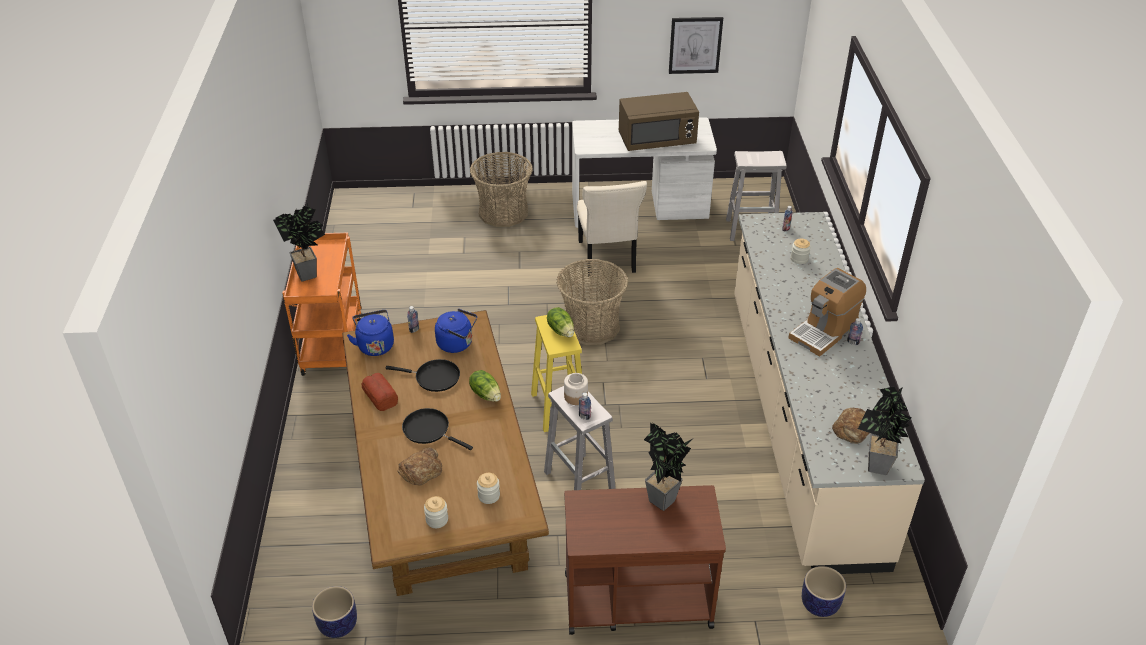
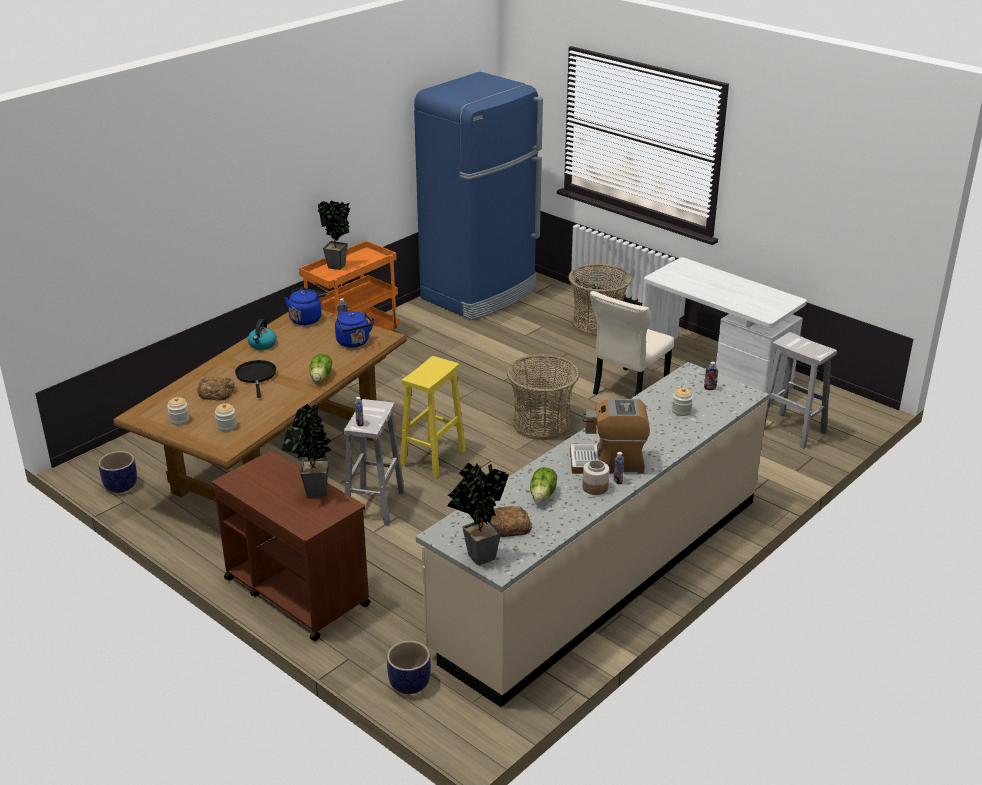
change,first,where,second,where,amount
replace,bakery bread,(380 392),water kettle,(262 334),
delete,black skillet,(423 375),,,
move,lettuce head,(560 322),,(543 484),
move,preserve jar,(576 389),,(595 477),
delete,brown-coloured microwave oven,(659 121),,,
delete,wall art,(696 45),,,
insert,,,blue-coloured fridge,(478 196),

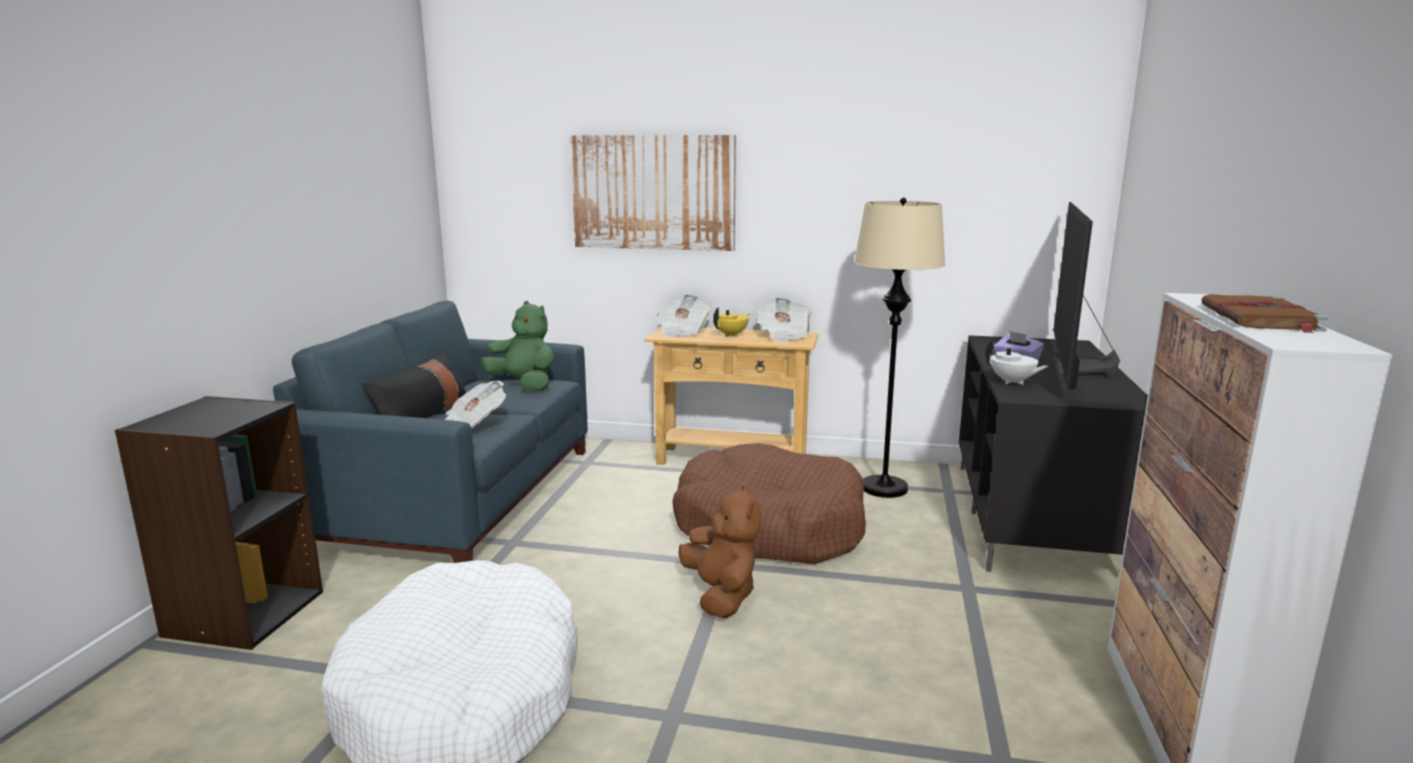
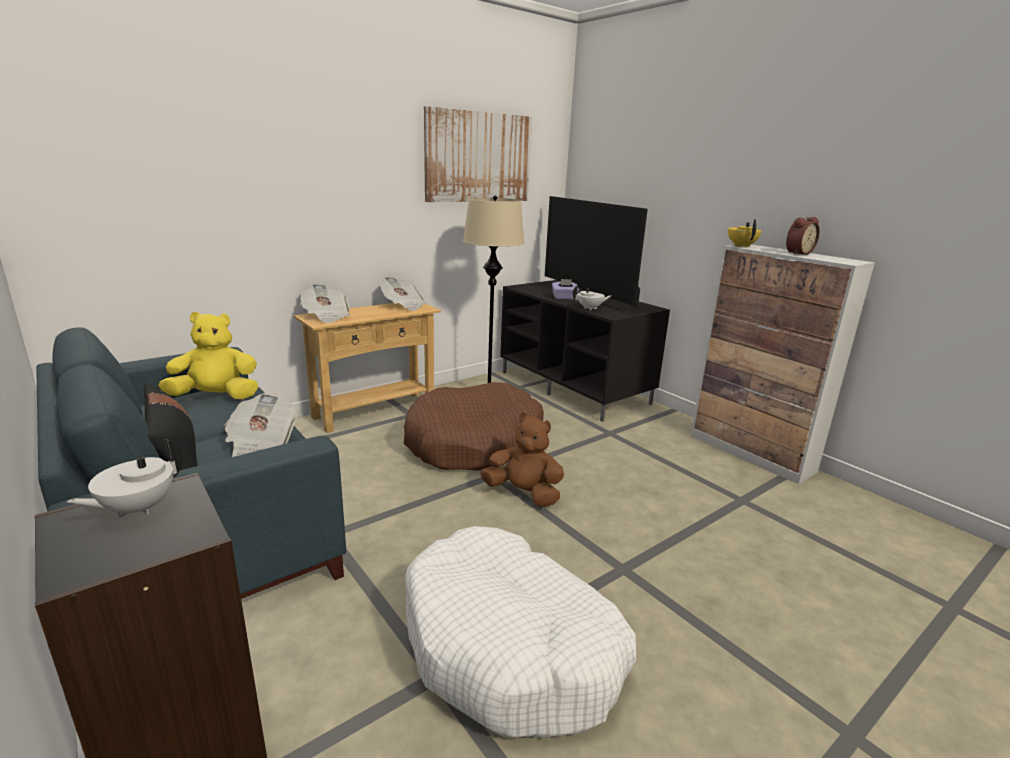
change,first,where,second,where,amount
recolor,green soft toy,(517 346),yellow soft toy,(208 355),
move,wall art,(653 193),,(478 154),
move,yellow tea pot,(731 322),,(745 233),
replace,brown-coloured volume,(1264 313),alarm clock,(803 236),
insert,,,whitish tea pot,(125 478),

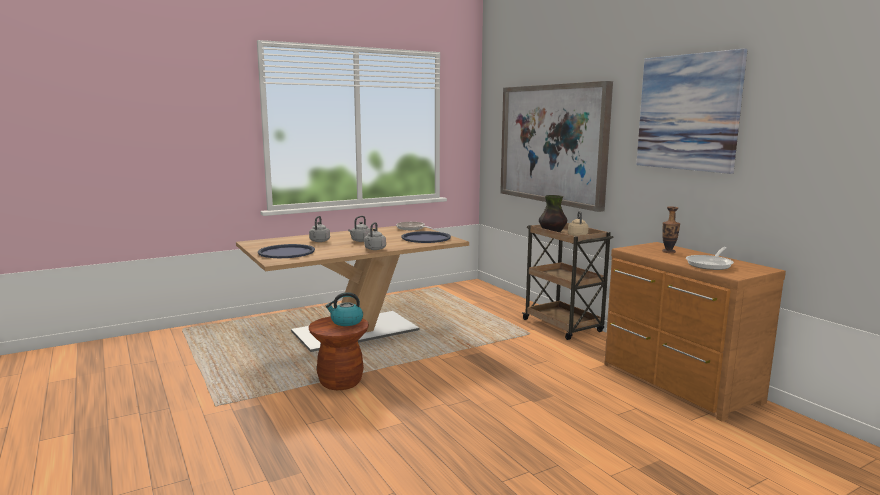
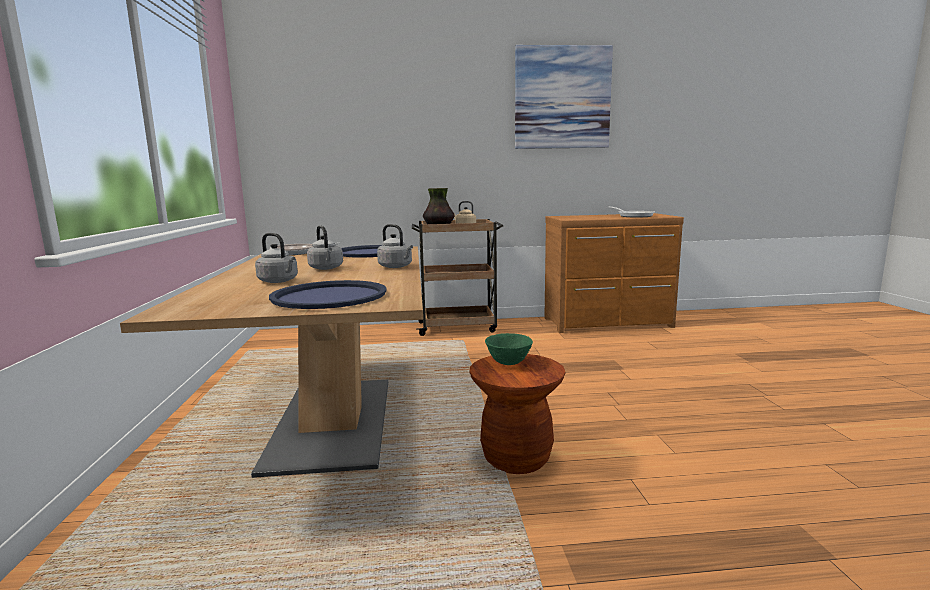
change,first,where,second,where,amount
replace,water kettle,(344 309),green deep dish,(509 349),
delete,wall art,(556 146),,,
delete,decorative vase,(671 229),,,

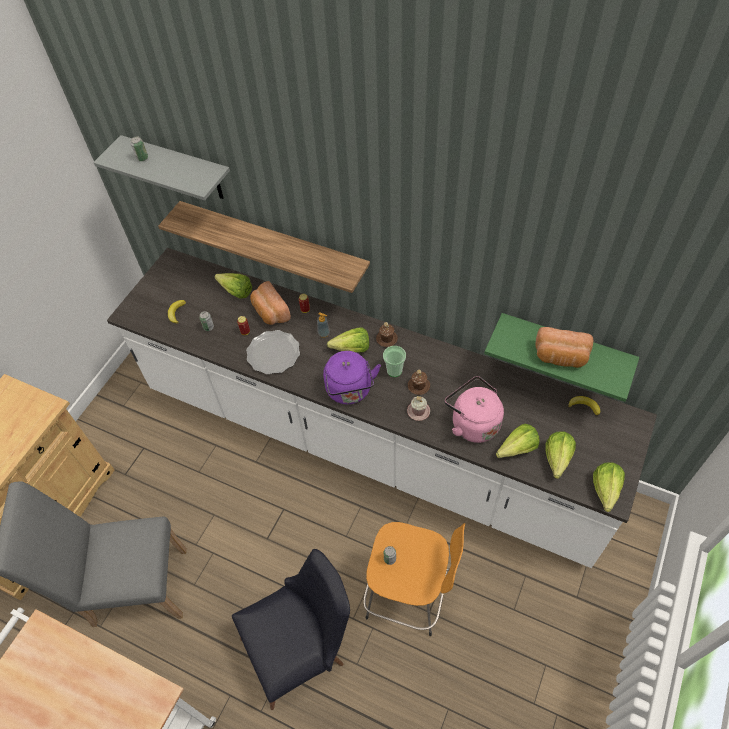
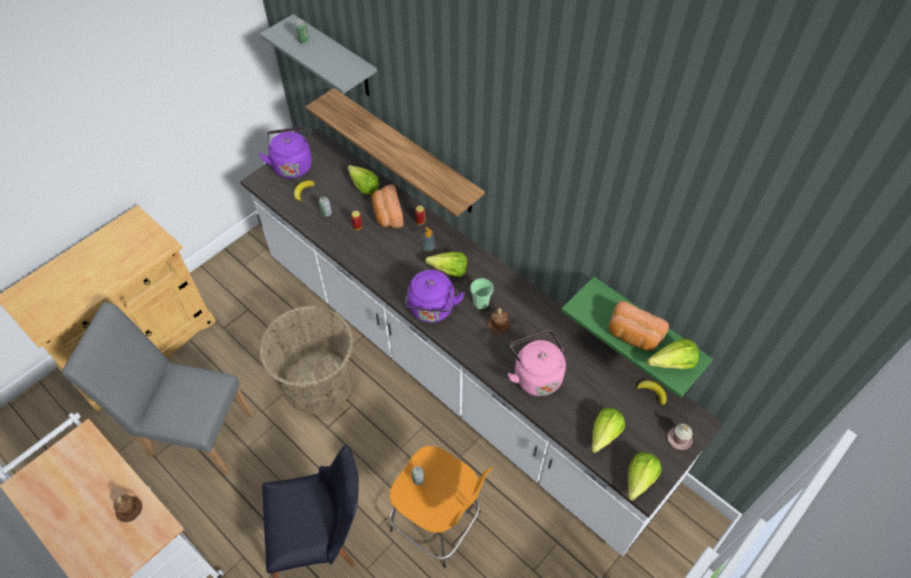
change,first,where,second,where,amount
delete,flat dish,(273 352),,,
move,brown-coloured coffee mug,(387 334),,(128 508),
move,pink coffee mug,(418 408),,(680 436),
move,lettuce head,(518 441),,(673 354),
insert,,,purple-coloured water kettle,(285 153),
insert,,,basket,(306 360),

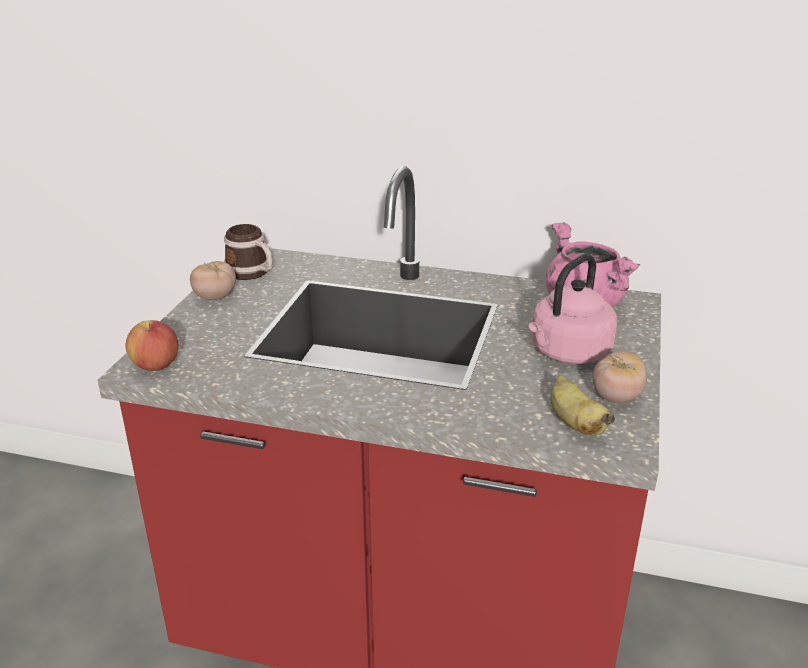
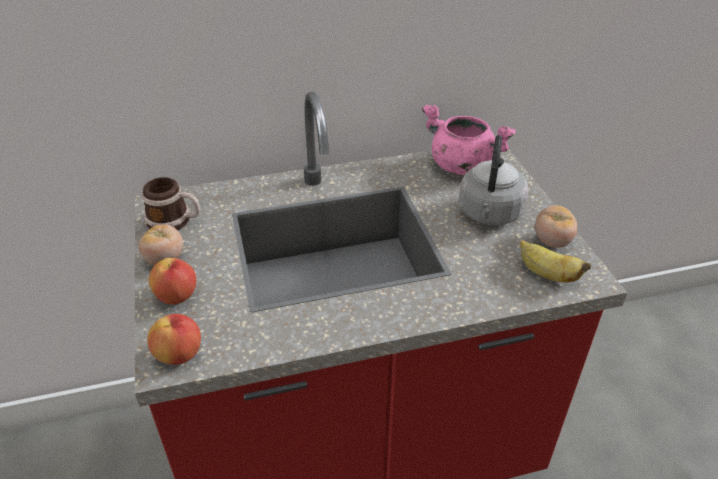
change,first,where,second,where,amount
recolor,pink water kettle,(573 309),grey water kettle,(494 180),
insert,,,whole apple,(172 281),

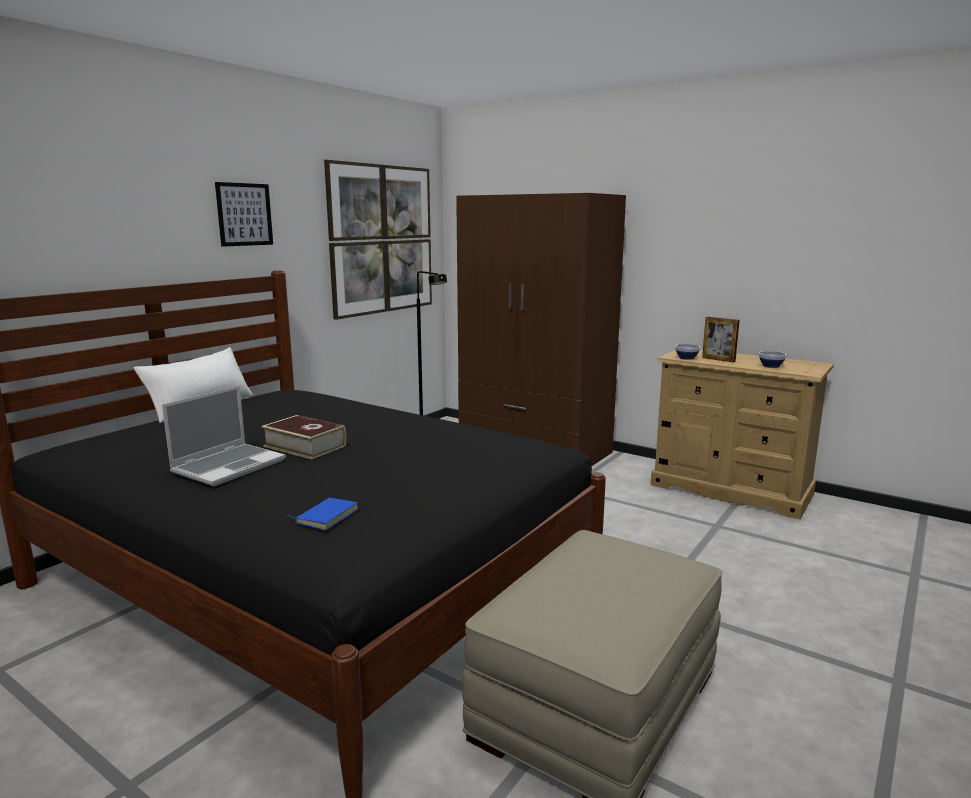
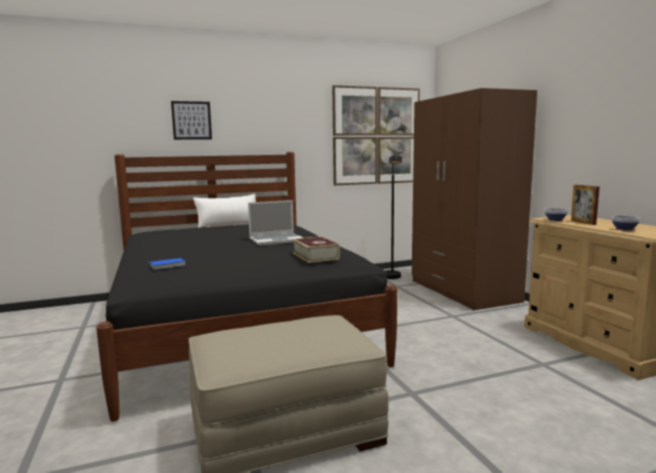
change,first,where,second,where,amount
move,laptop,(224 436),,(275 223),
move,wall art,(244 214),,(191 120),
move,volume,(304 437),,(316 249),

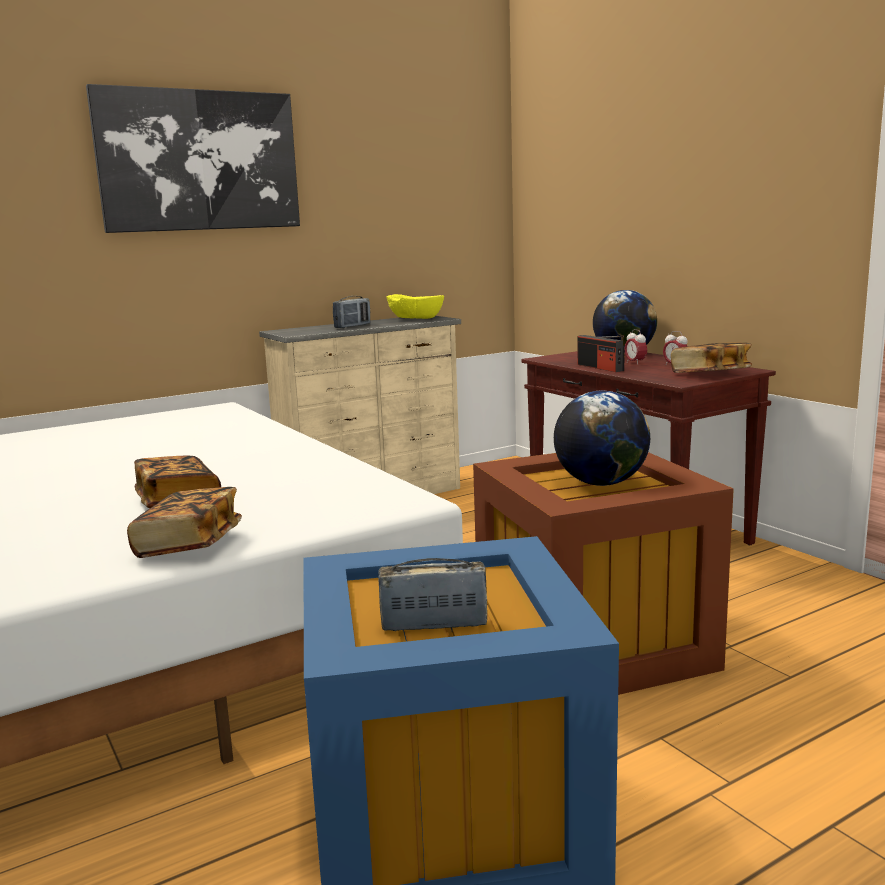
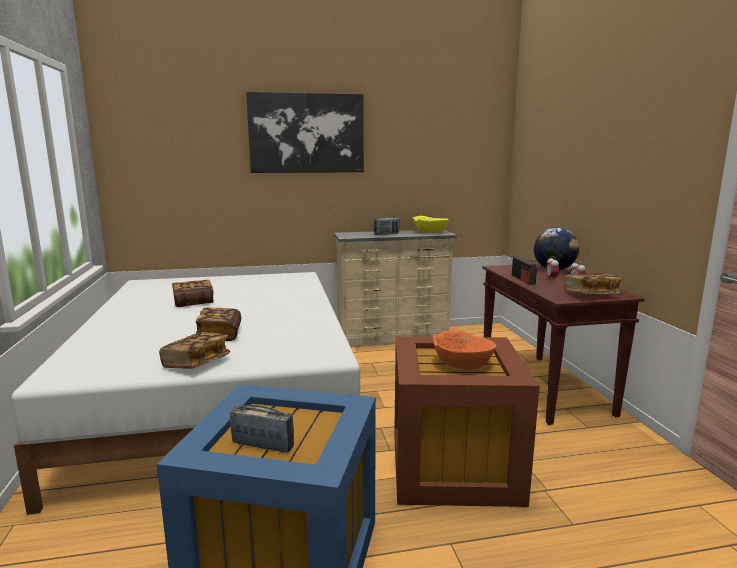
change,first,where,second,where,amount
replace,desk globe,(602 438),orange-coloured deep dish,(464 350),
insert,,,volume,(193 293),

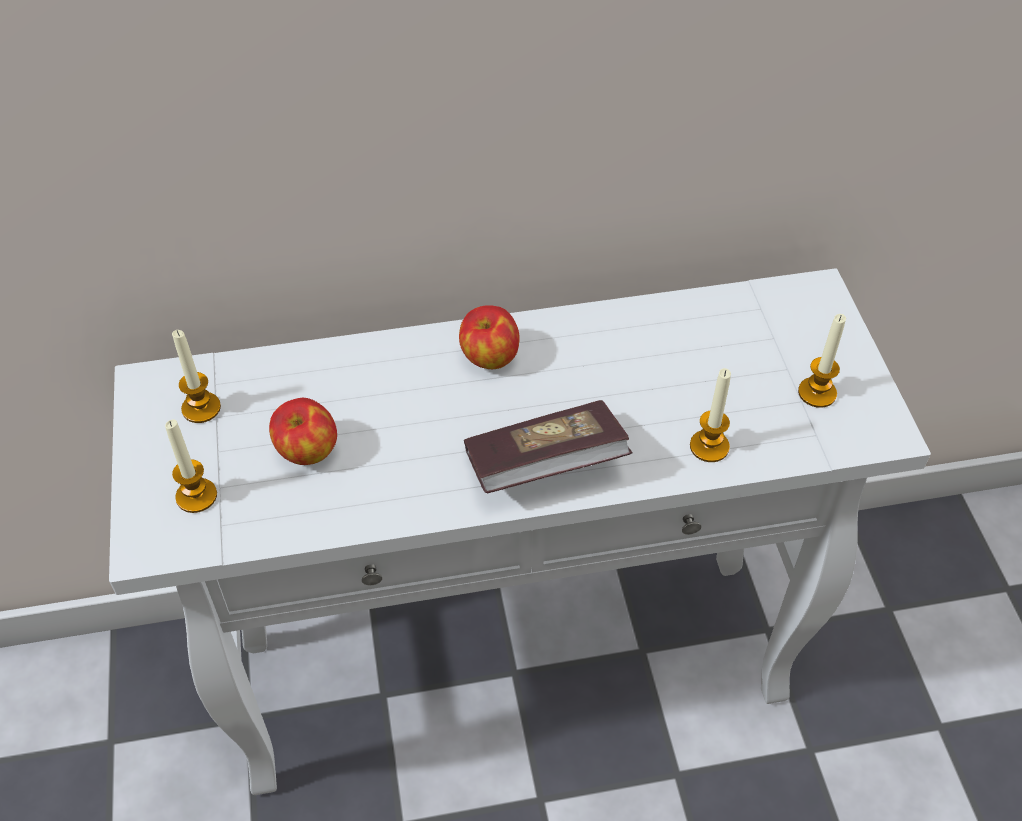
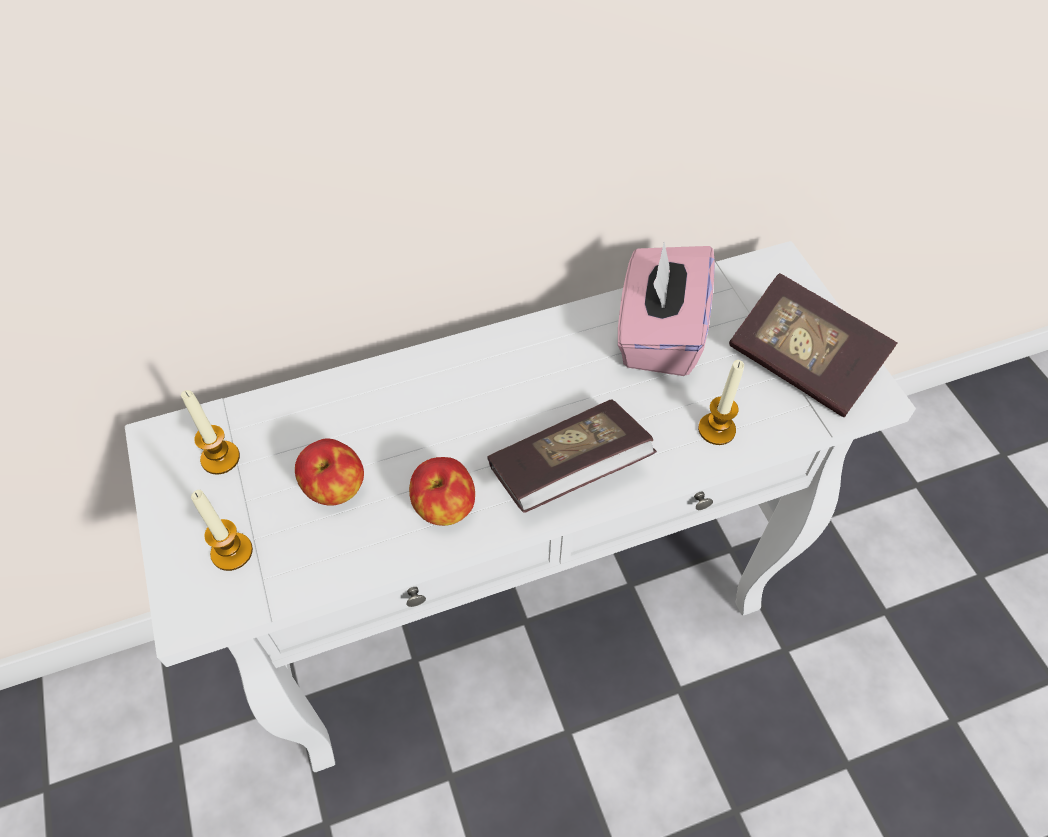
change,first,where,second,where,amount
move,whole apple,(489 337),,(442 491),
replace,candle,(822 361),volume,(813 345),
insert,,,pink box of tissues,(666 309),

